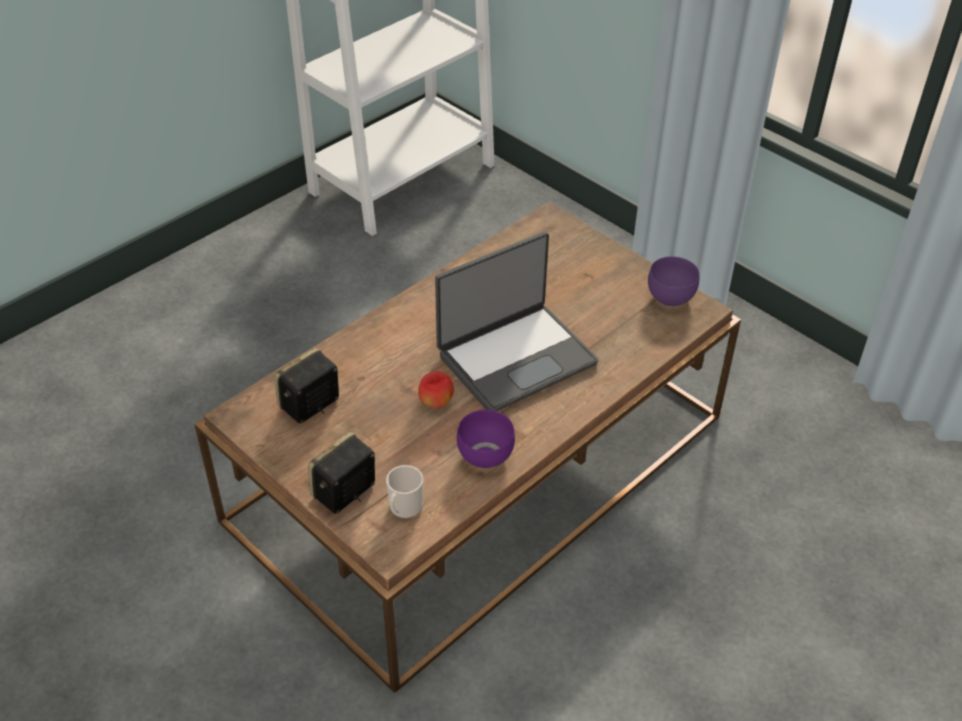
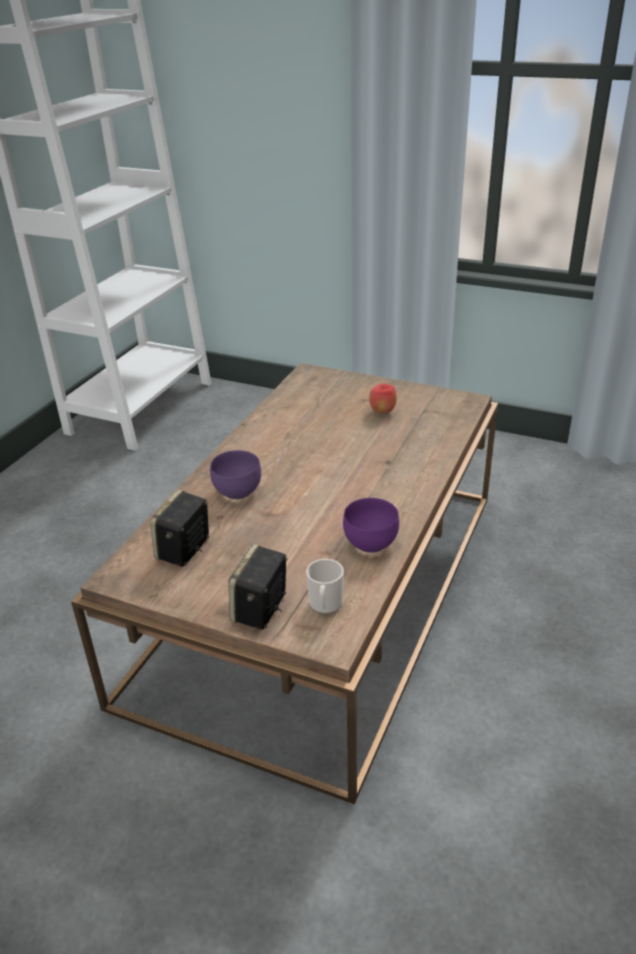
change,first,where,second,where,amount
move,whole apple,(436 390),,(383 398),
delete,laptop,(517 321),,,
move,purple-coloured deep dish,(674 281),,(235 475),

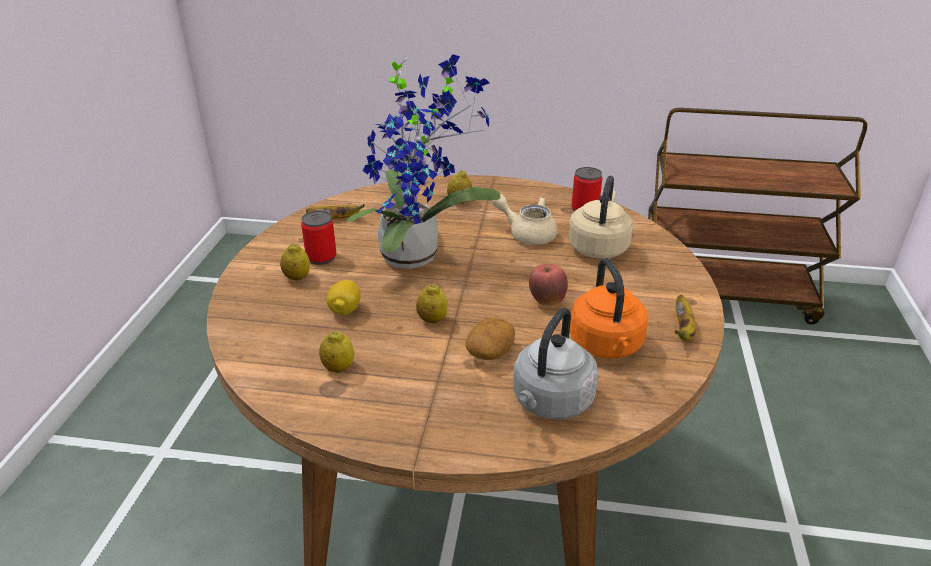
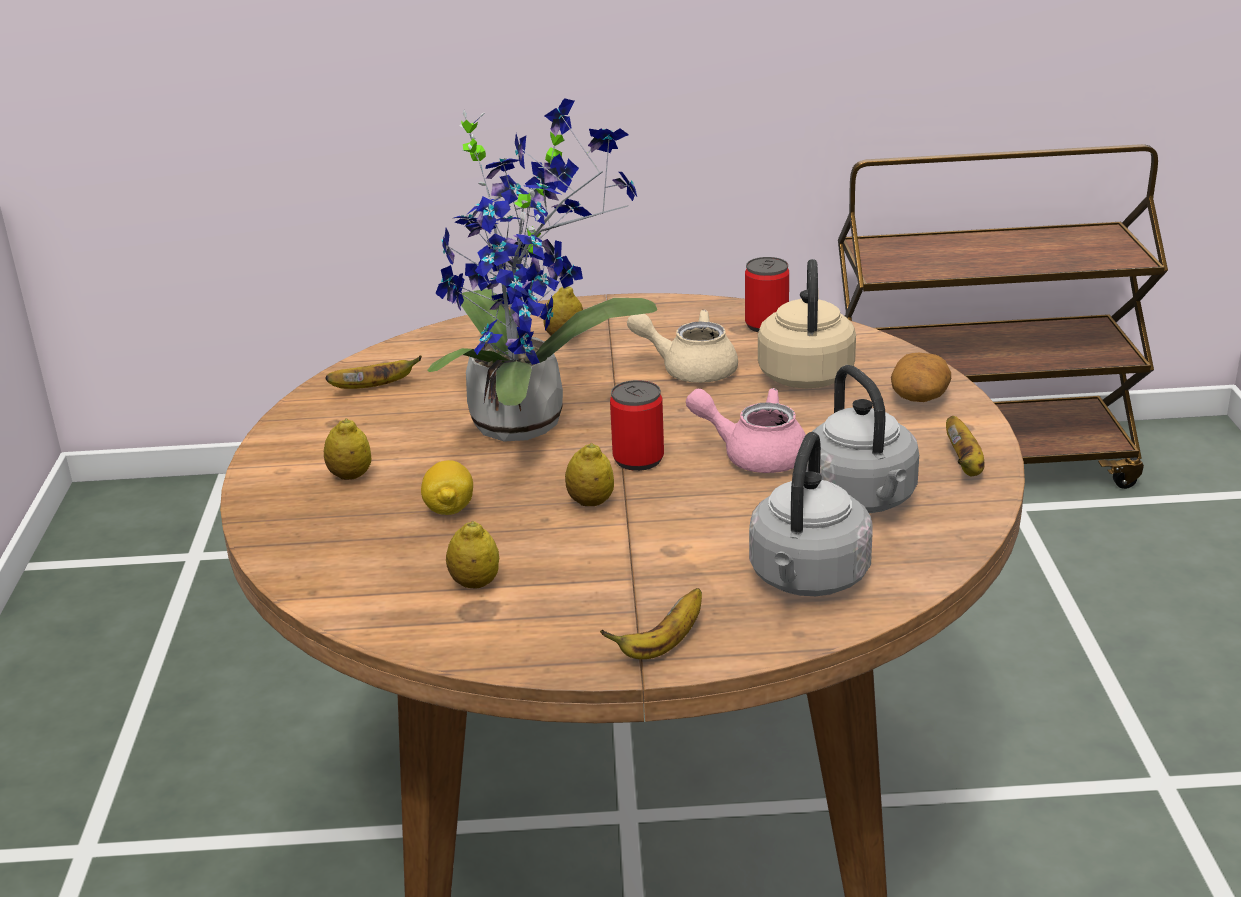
change,first,where,second,where,amount
move,sealed can,(319 238),,(637 425),
move,spud,(490 338),,(921 377),
replace,whole apple,(548 285),pink tea pot,(746 430),
recolor,orange-coloured water kettle,(609 308),grey water kettle,(862 439),
insert,,,whole banana,(651 623),

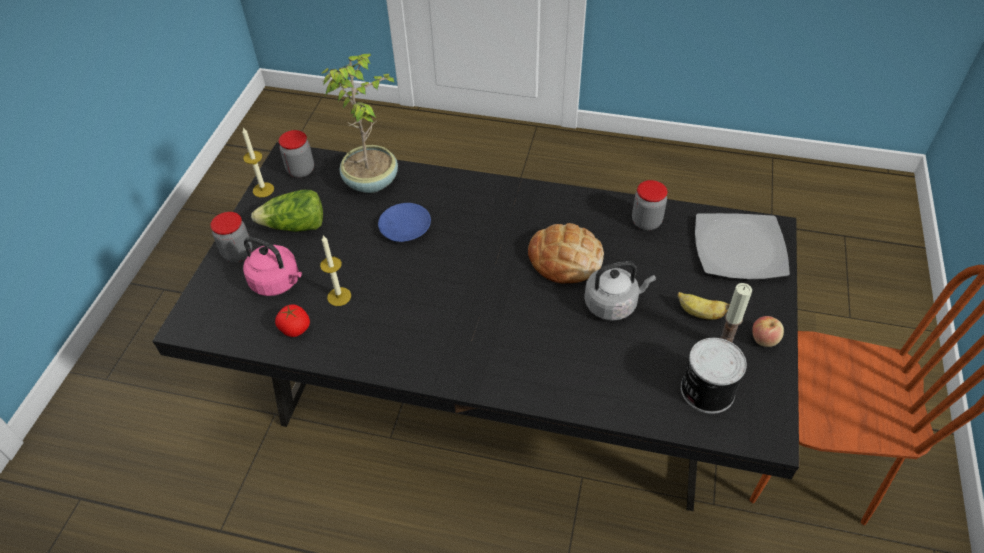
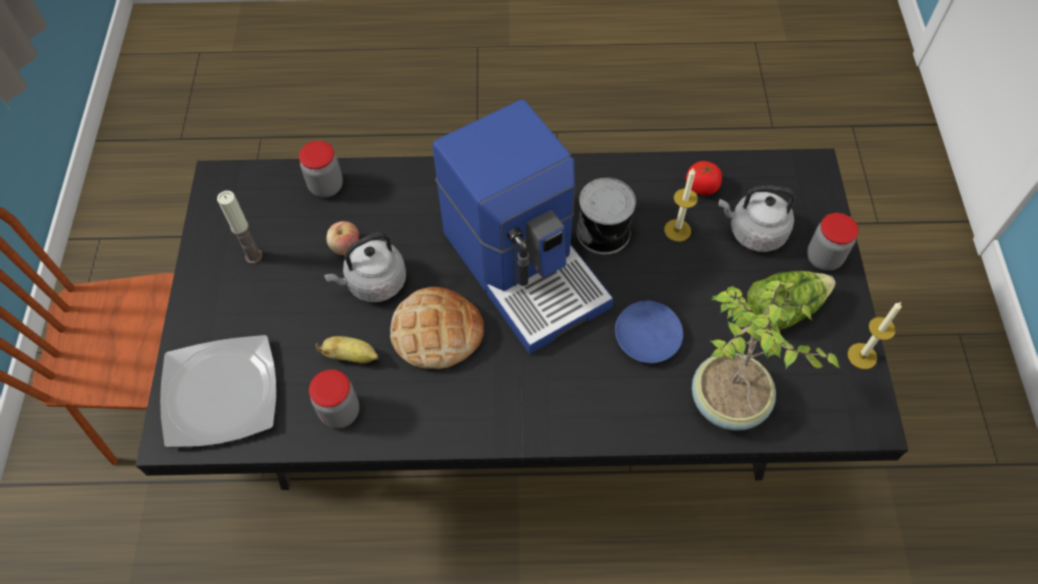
change,first,where,second,where,amount
recolor,pink water kettle,(272 266),grey water kettle,(757 218),
move,preserve jar,(296 154),,(321 169),
move,whole banana,(704 306),,(346 349),
move,sealed can,(714 376),,(606 216),
move,whole apple,(768 331),,(342 238),
insert,,,coffee brewer,(523 227),

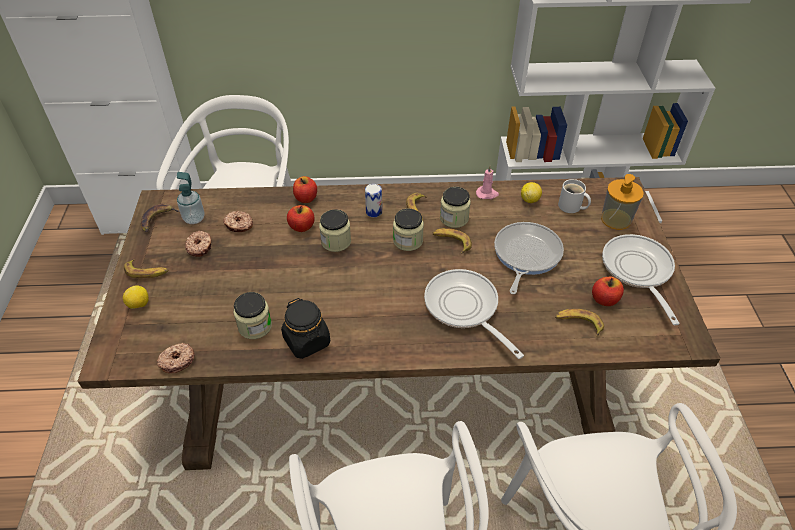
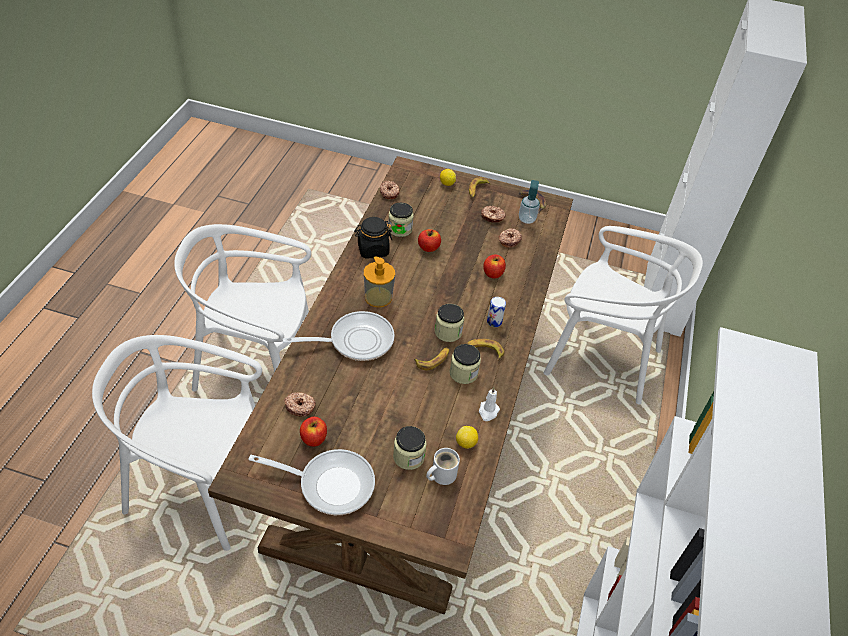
change,first,where,second,where,amount
move,whole apple,(305 189),,(429 240),
move,preserve jar,(335 230),,(410 448),
recolor,pink candle,(487 182),whitish candle,(489 404),
delete,skillet,(529 258),,,
replace,whole banana,(579 322),doughnut,(300 405),
move,soap bottle,(622 202),,(379 281),

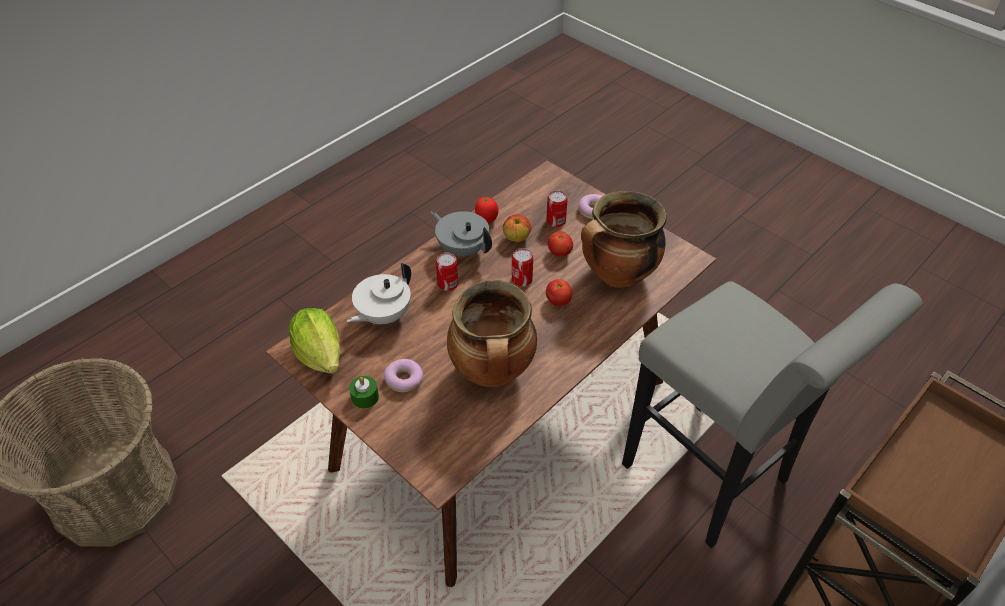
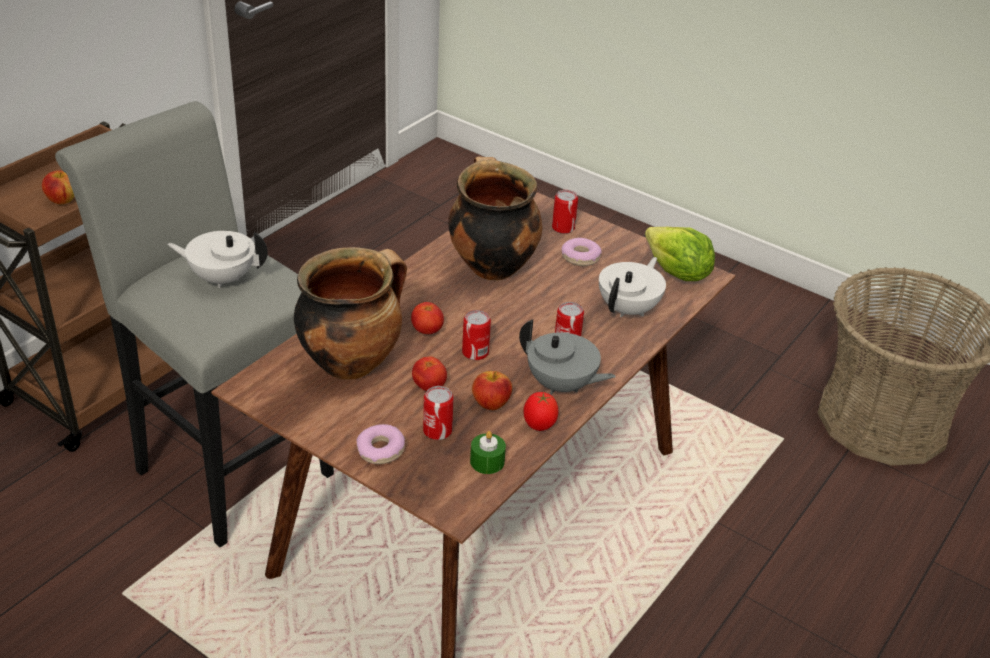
change,first,where,second,where,amount
move,green candle,(364 392),,(488 452),
insert,,,whole apple,(58 187),
insert,,,whitish tea pot,(217 259),
insert,,,sealed can,(565 212),

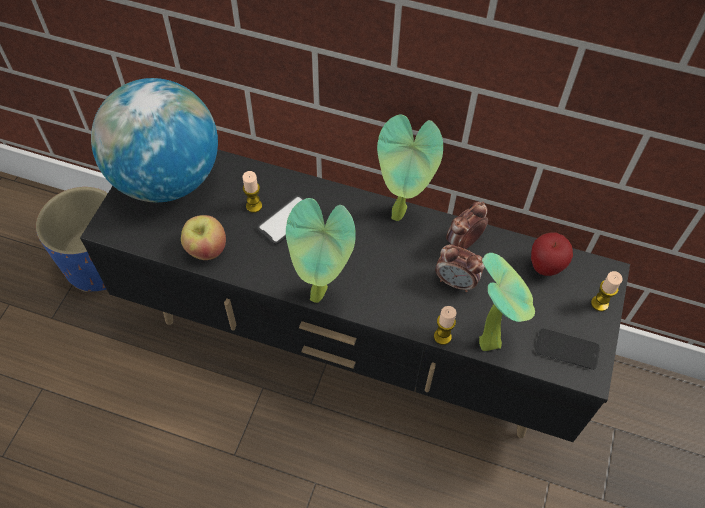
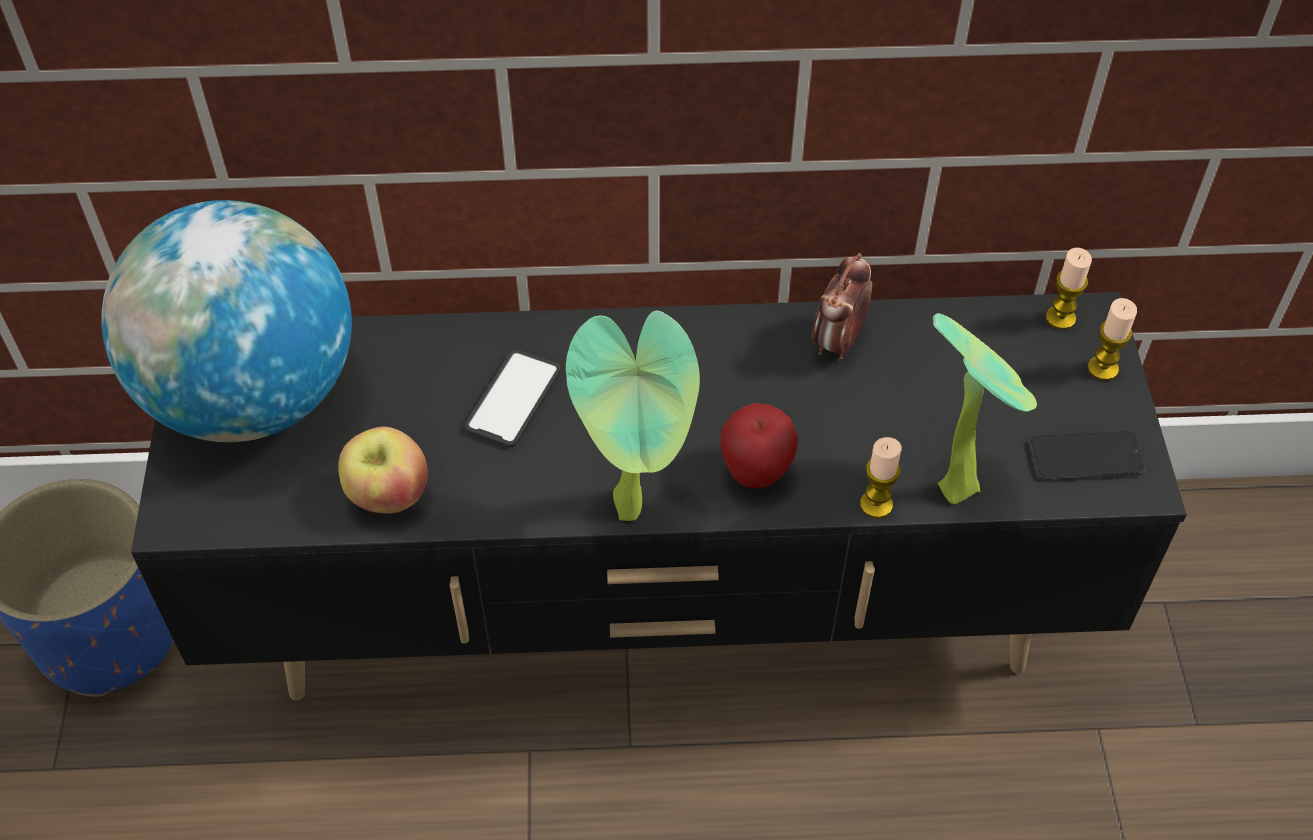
change,first,where,second,where,amount
move,candle,(252 192),,(1069 289),
delete,potted plant,(410 168),,,
delete,alarm clock,(460 268),,,
move,whole apple,(552 254),,(759 445),

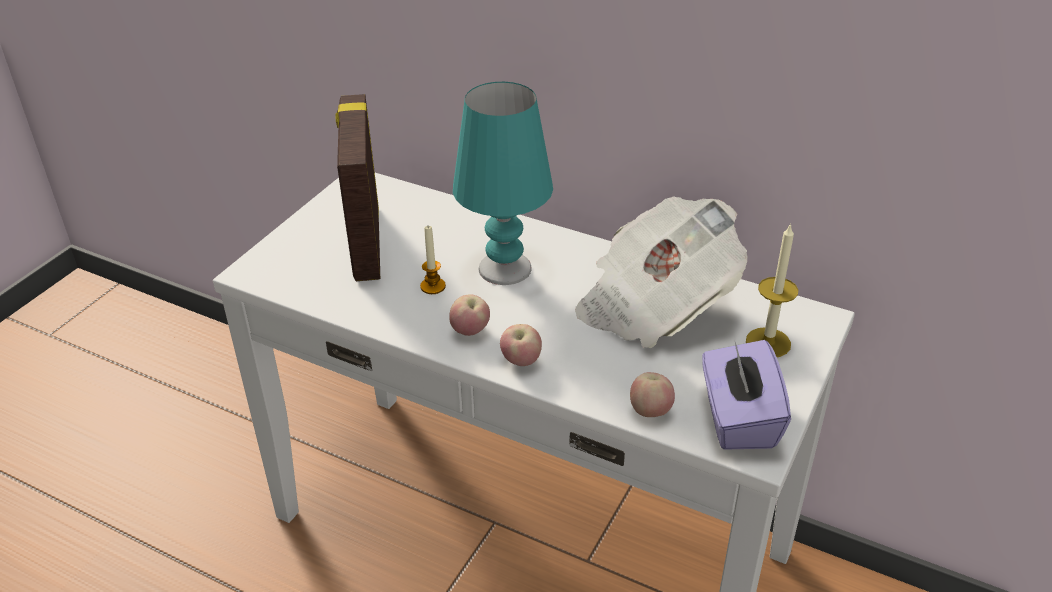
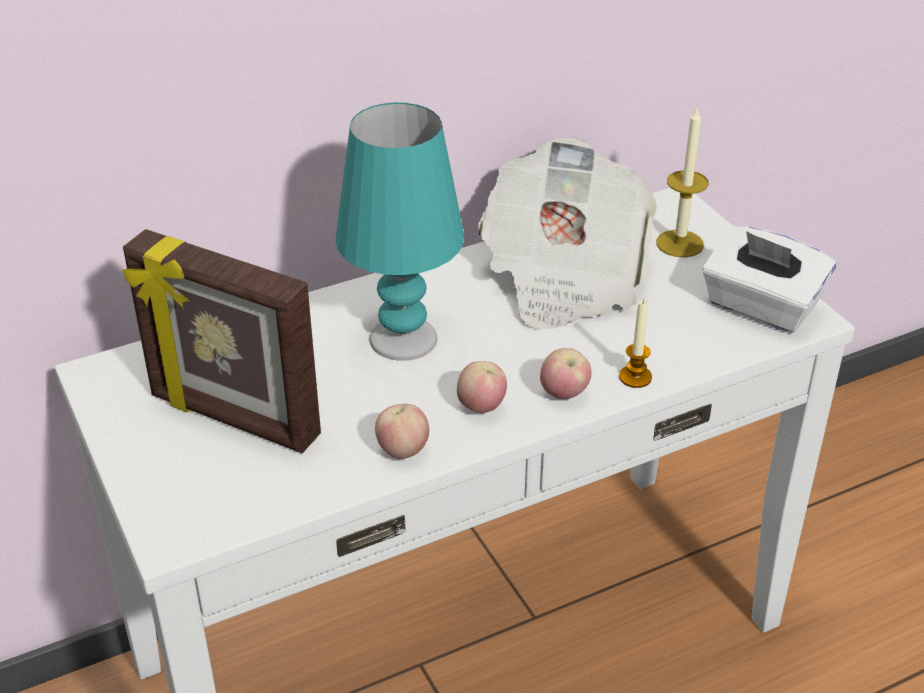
change,first,where,second,where,amount
move,candle,(433 260),,(635 343),
move,whole apple,(652 394),,(402 431),
recolor,purple-coloured box of tissues,(746 395),whitish box of tissues,(769 279),

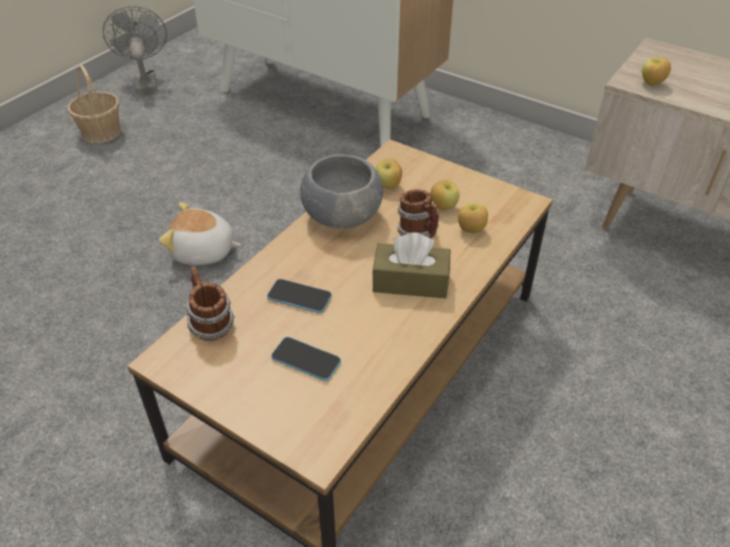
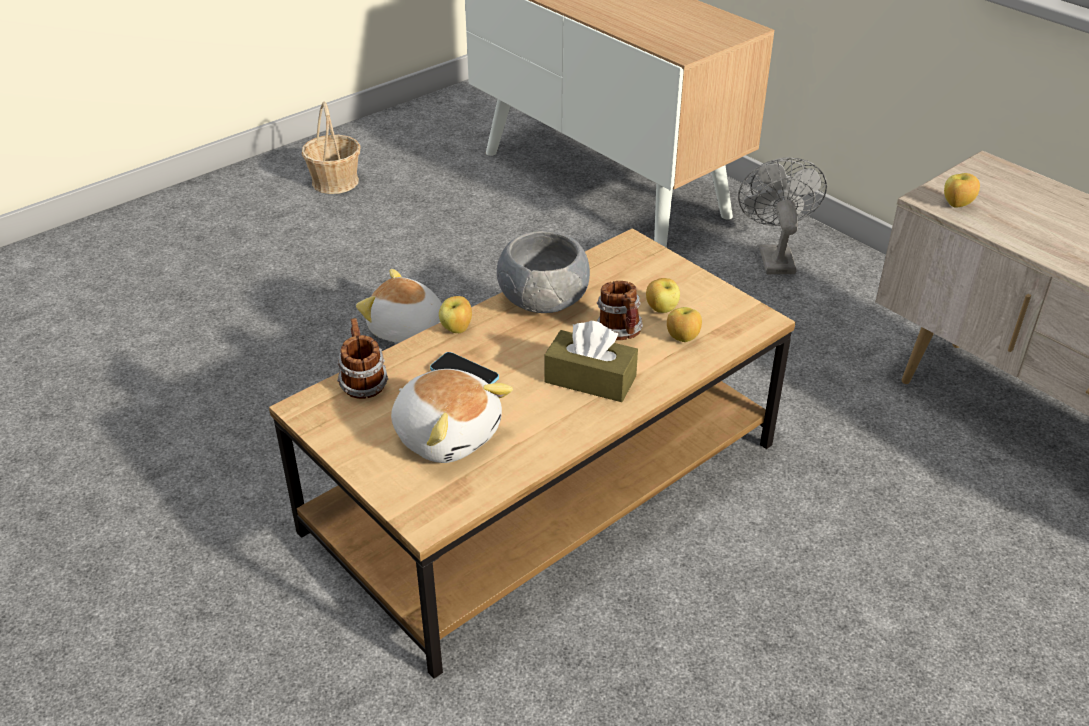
change,first,where,second,where,amount
move,grey cooling fan,(135 49),,(782 216),
replace,telephone,(306 359),soft toy,(452 416),
move,whole apple,(389 173),,(455 314),

